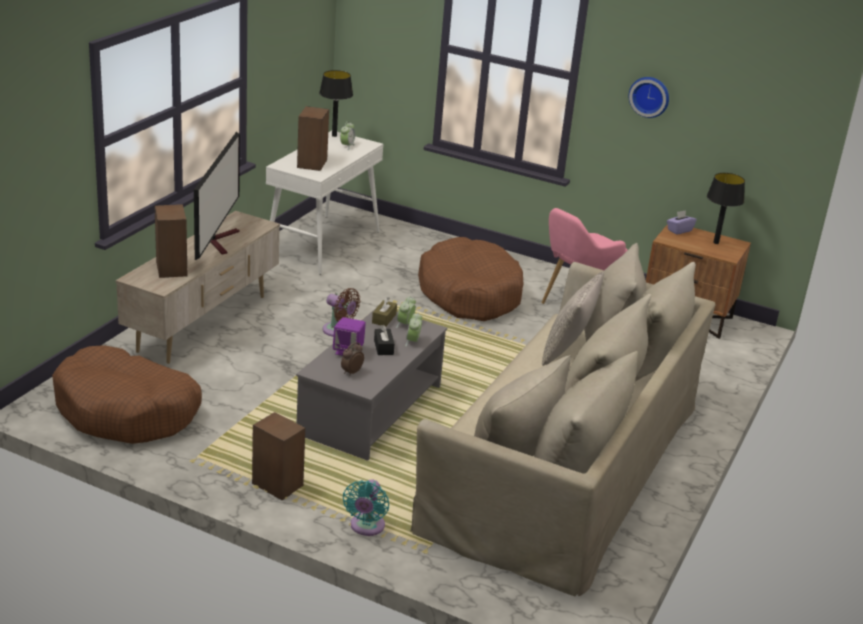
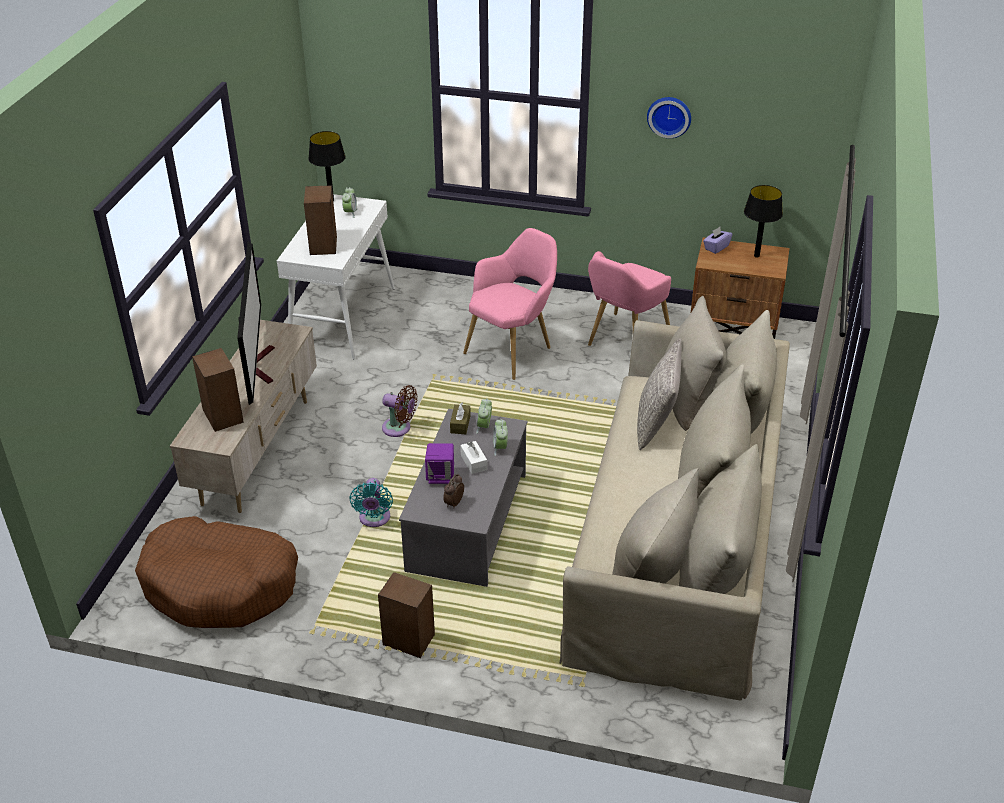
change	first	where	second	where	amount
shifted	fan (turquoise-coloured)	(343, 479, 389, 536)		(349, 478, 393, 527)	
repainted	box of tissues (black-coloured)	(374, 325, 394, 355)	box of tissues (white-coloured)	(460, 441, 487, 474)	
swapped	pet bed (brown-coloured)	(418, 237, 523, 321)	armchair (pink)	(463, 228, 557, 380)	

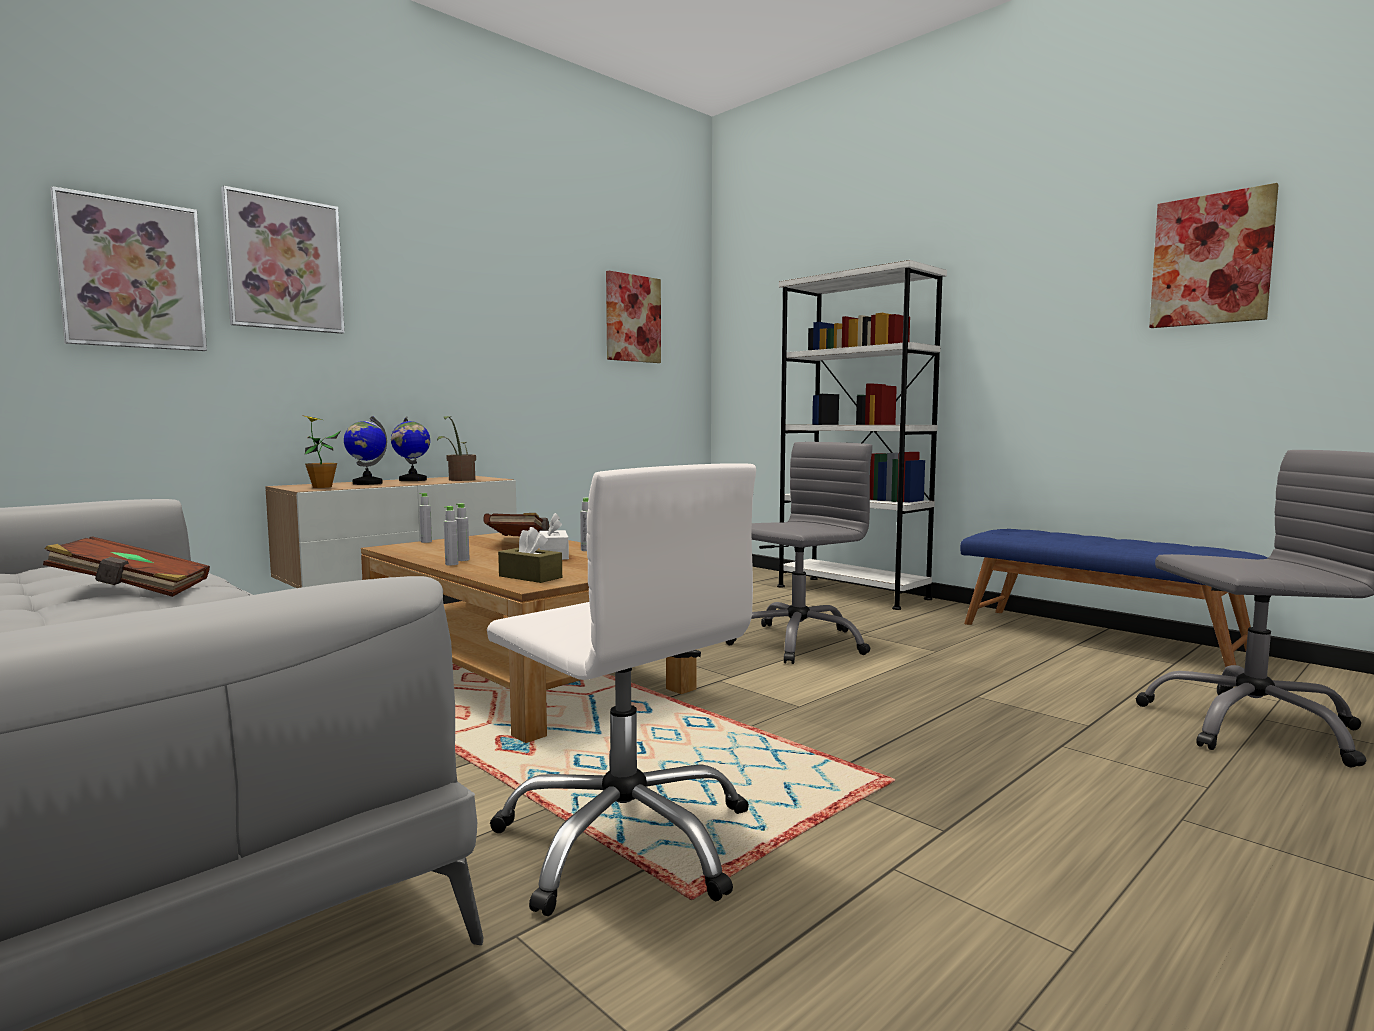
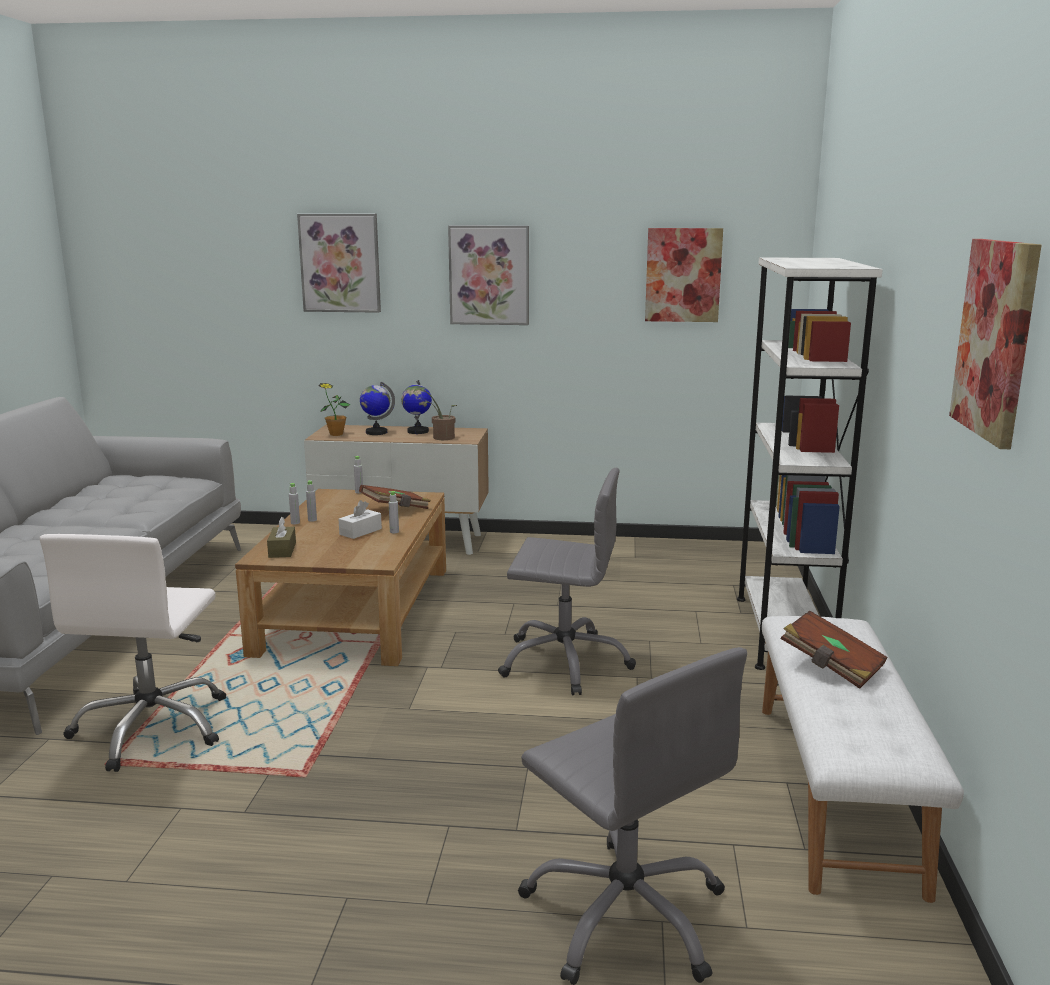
change	first	where	second	where	amount
shifted	picture	(50, 186, 207, 351)		(448, 225, 529, 325)	
repainted	indoor bench (blue)	(960, 529, 1268, 668)	indoor bench (white-coloured)	(762, 616, 964, 903)	
shifted	book (brown-coloured)	(43, 536, 210, 597)		(781, 610, 887, 689)	

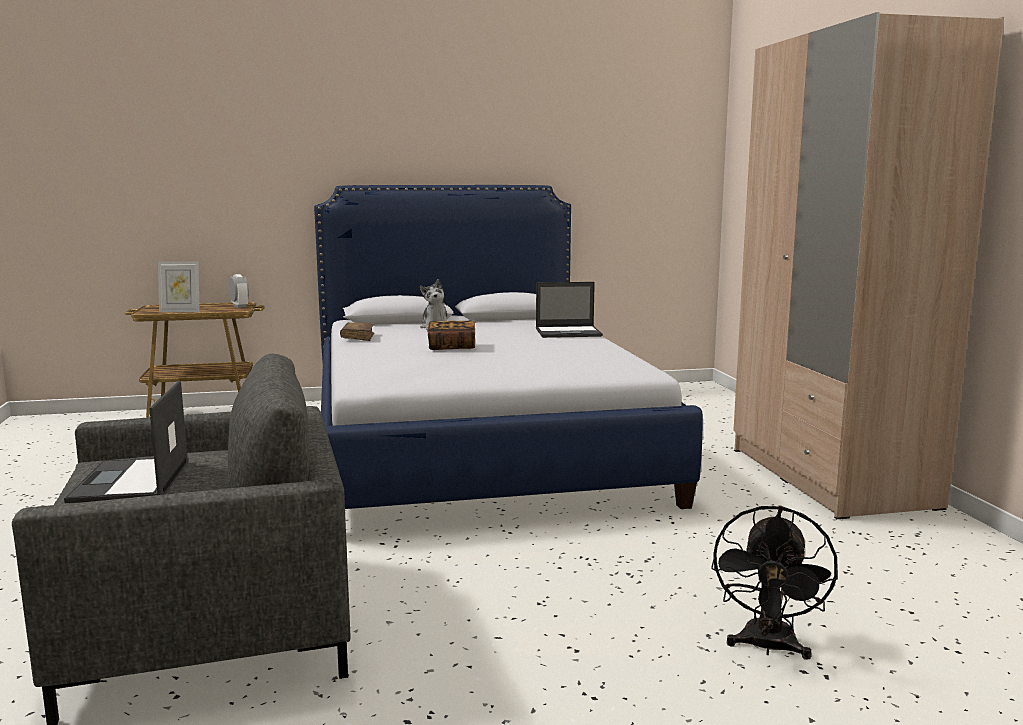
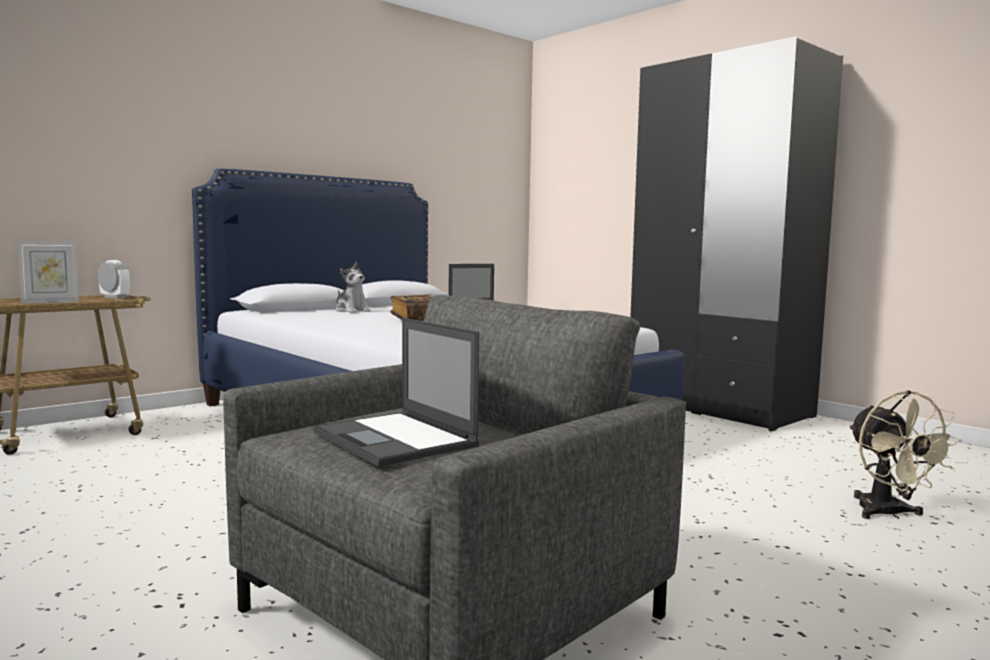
change	first	where	second	where	amount
repainted	clothes cupboard (beige)	(733, 12, 1004, 519)	clothes cupboard (black-coloured)	(631, 36, 843, 432)	
repainted	fan (black-coloured)	(711, 505, 838, 660)	fan (beige)	(849, 390, 962, 519)	
gone	book (brown-coloured)	(340, 322, 375, 341)			

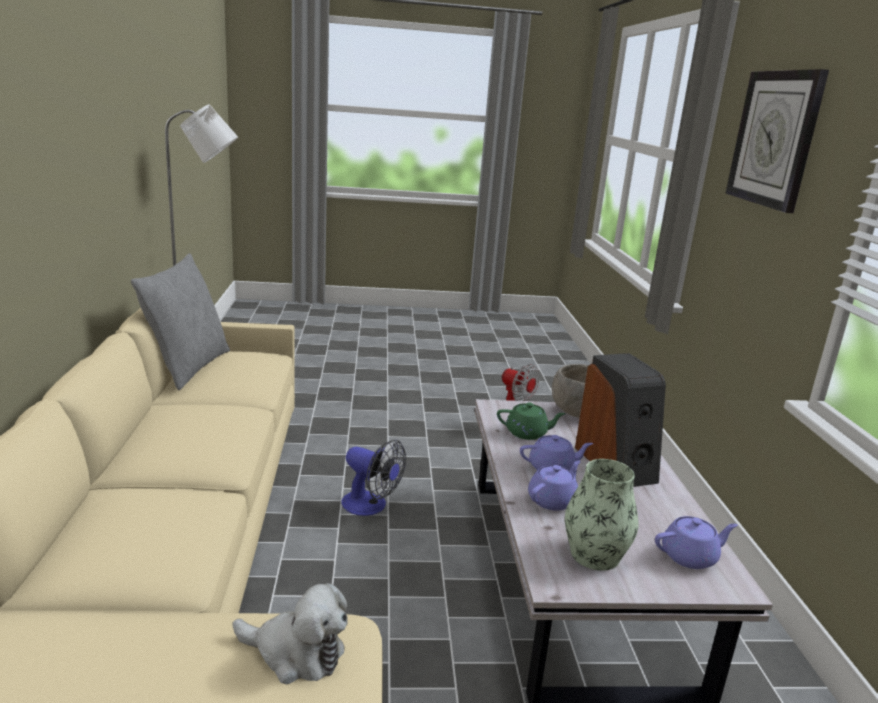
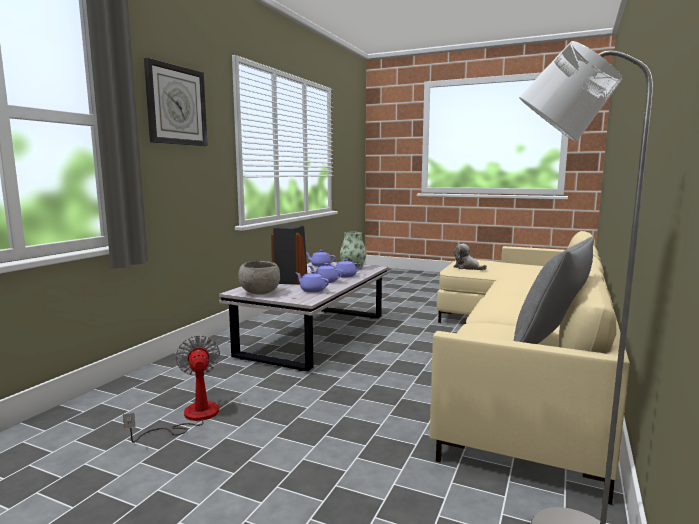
change	first	where	second	where	amount
repainted	pot for tea (green-coloured)	(497, 402, 566, 440)	pot for tea (purple)	(296, 271, 329, 293)	
gone	fan	(341, 440, 406, 516)			

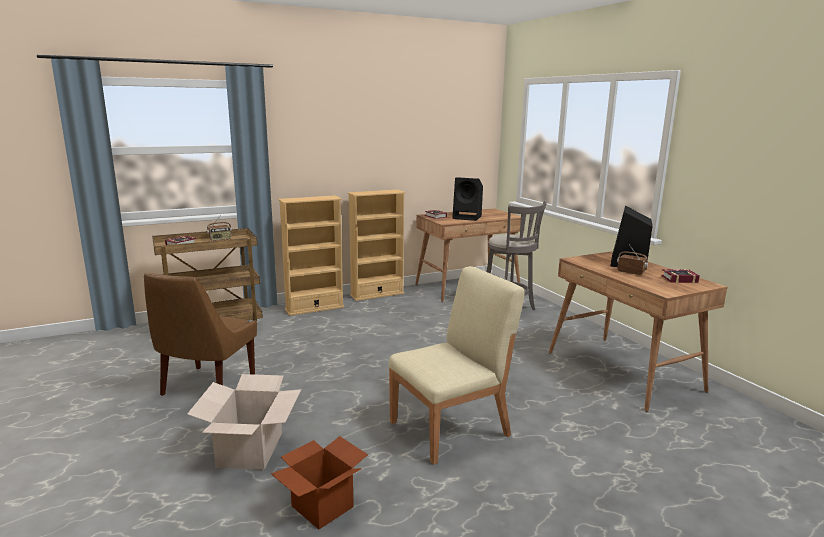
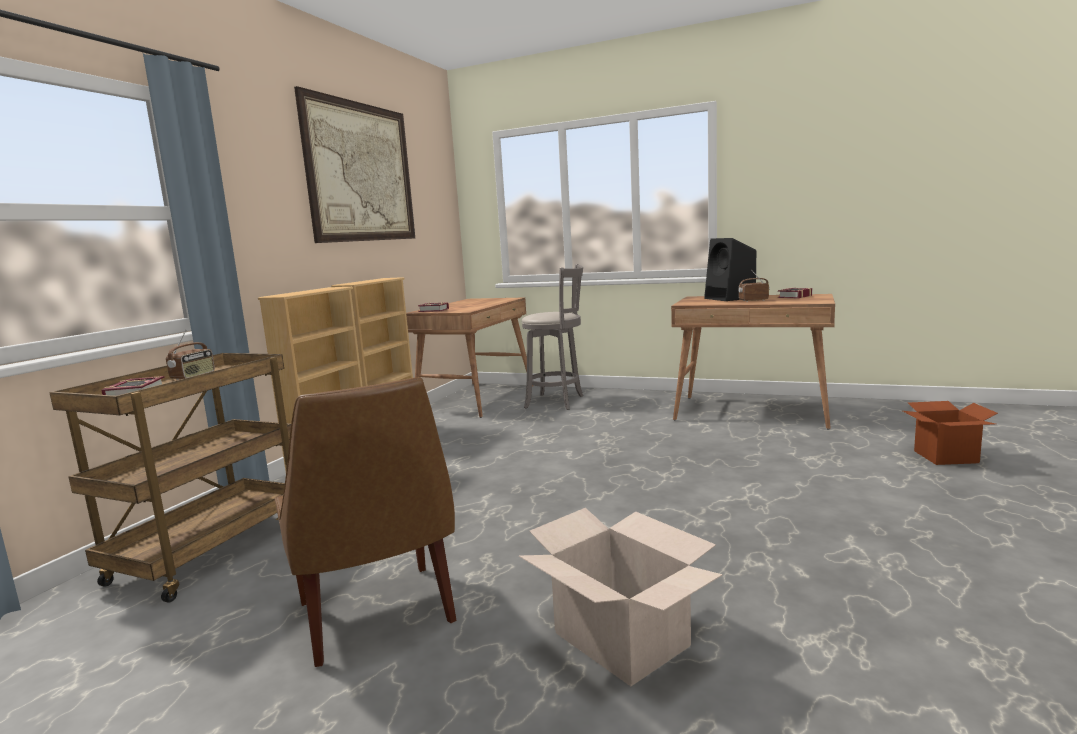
change	first	where	second	where	amount
new			picture	(294, 86, 415, 243)	
shifted	cardboard box	(271, 436, 368, 529)		(903, 401, 998, 465)	
gone	plain chair (beige)	(388, 266, 525, 465)			
gone	audio speaker (black-coloured)	(452, 177, 483, 221)			

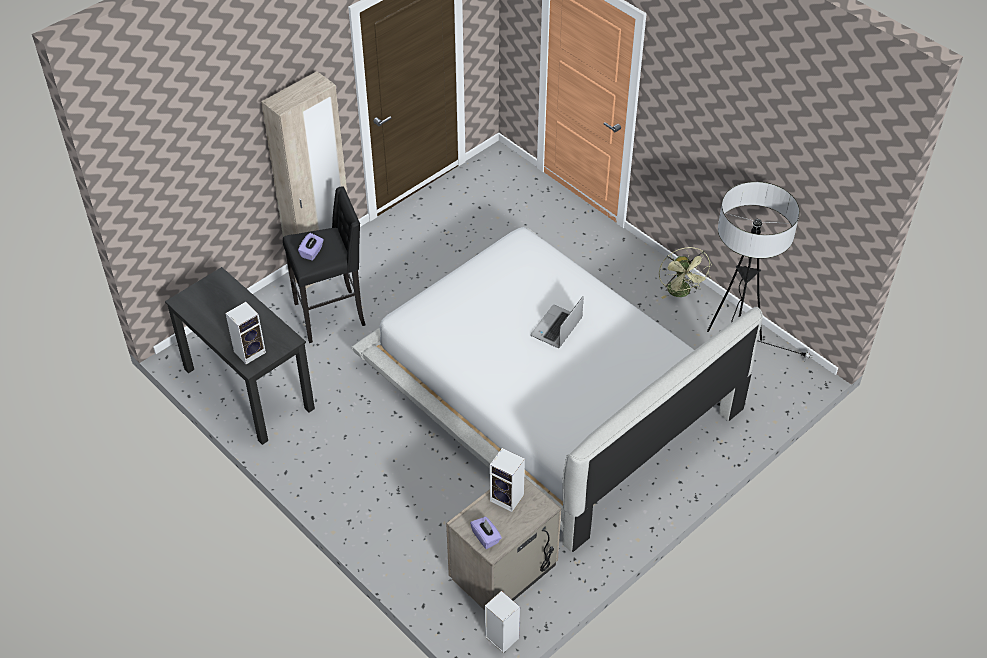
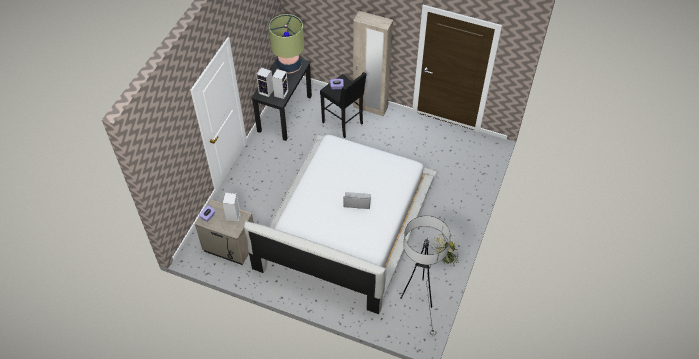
change	first	where	second	where	amount
new			table lamp	(269, 14, 304, 73)	
shifted	audio speaker	(485, 591, 520, 653)		(272, 69, 288, 99)	

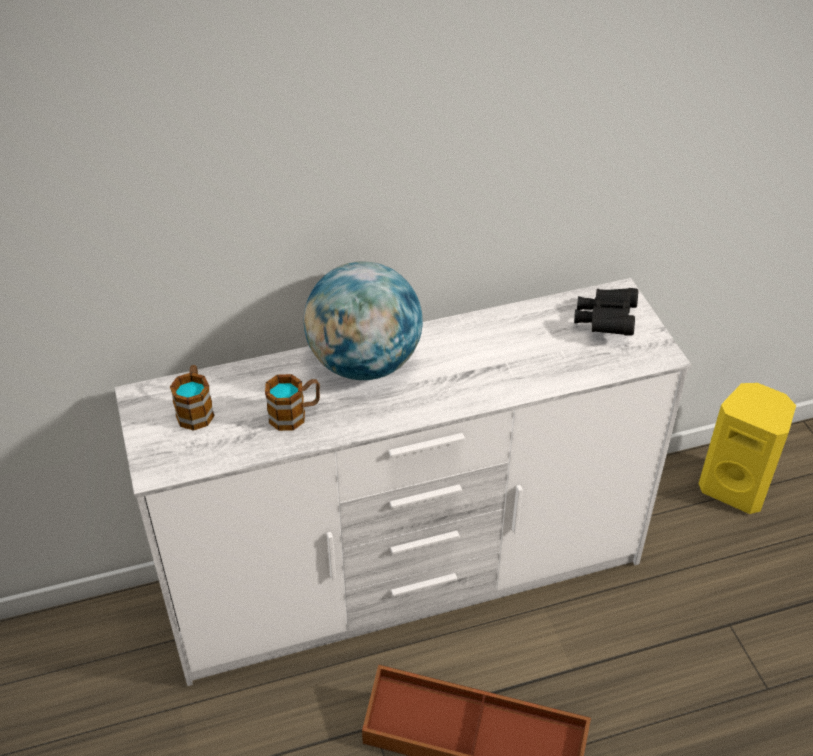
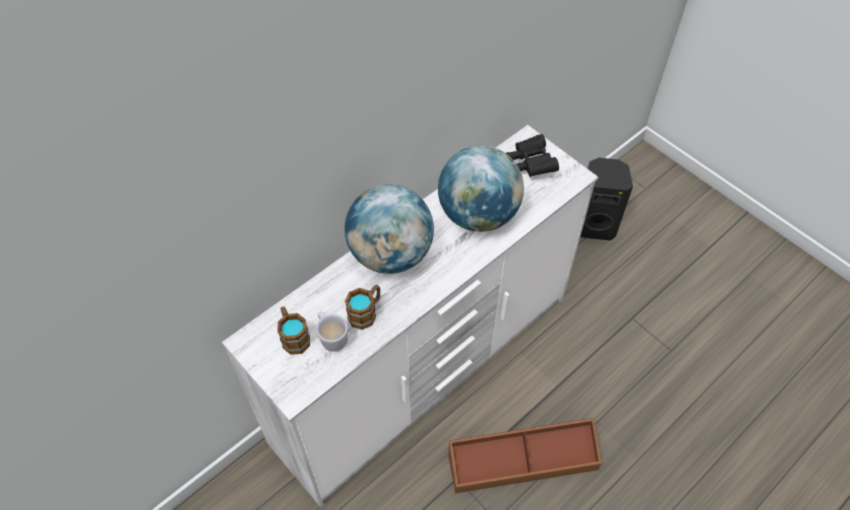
change	first	where	second	where	amount
new			tea mug (white-coloured)	(316, 311, 348, 352)	
new			world globe	(438, 146, 524, 232)	
repainted	audio speaker (yellow-coloured)	(698, 383, 796, 514)	audio speaker (black-coloured)	(580, 158, 633, 241)	

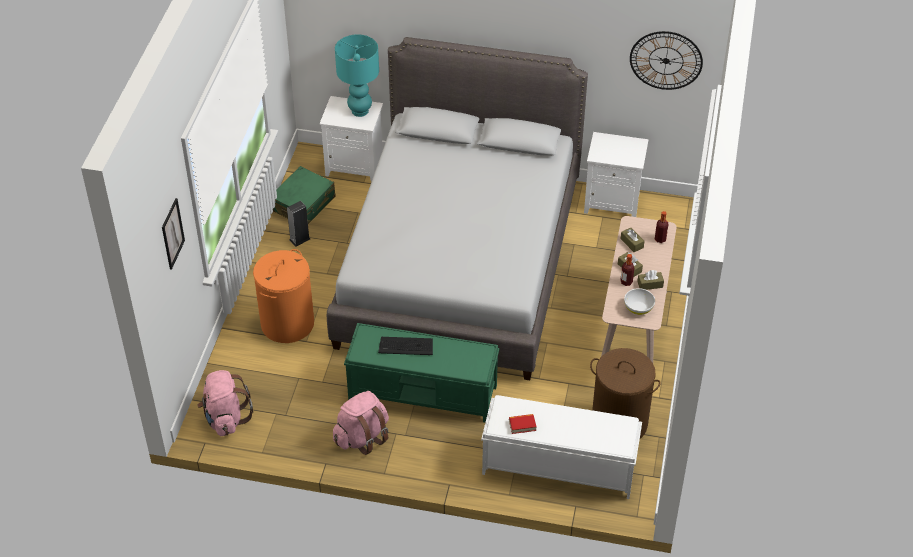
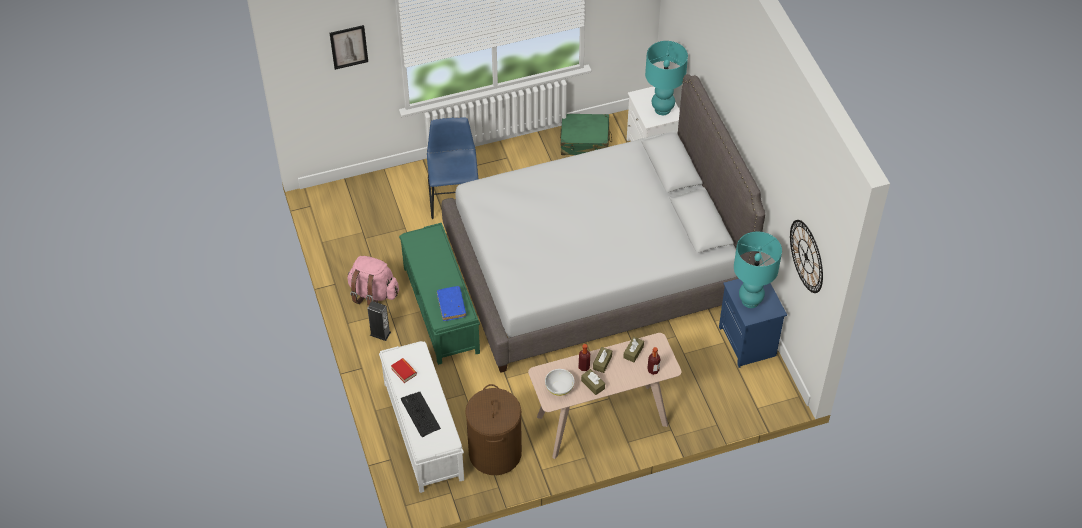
change	first	where	second	where	amount
shifted	audio speaker	(287, 201, 310, 247)		(367, 301, 391, 341)	
shifted	computer keyboard	(378, 337, 433, 355)		(401, 392, 441, 437)	
swapped	laundry basket (orange)	(253, 249, 314, 343)	plain chair (blue)	(427, 117, 478, 219)	
new			book (blue)	(437, 286, 467, 321)	
repainted	bedside table (white-coloured)	(584, 132, 649, 217)	bedside table (blue)	(719, 279, 787, 368)	
new			table lamp (turquoise-coloured)	(734, 231, 782, 308)	
gone	knapsack (pink)	(197, 370, 253, 436)			

